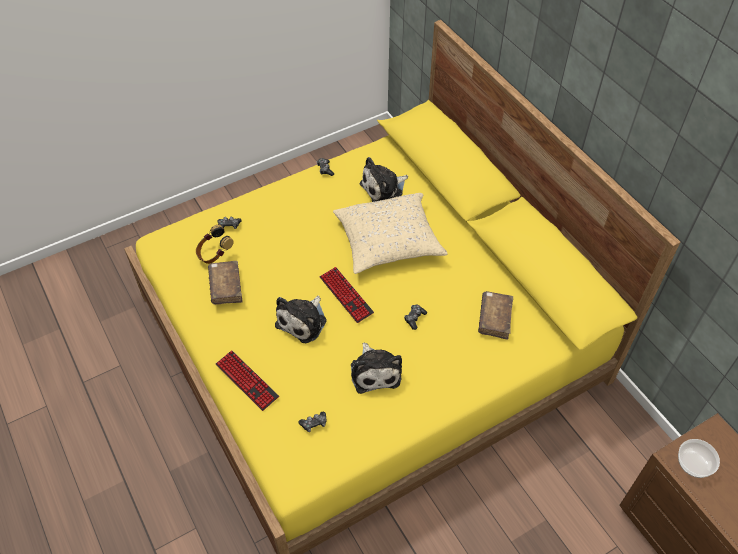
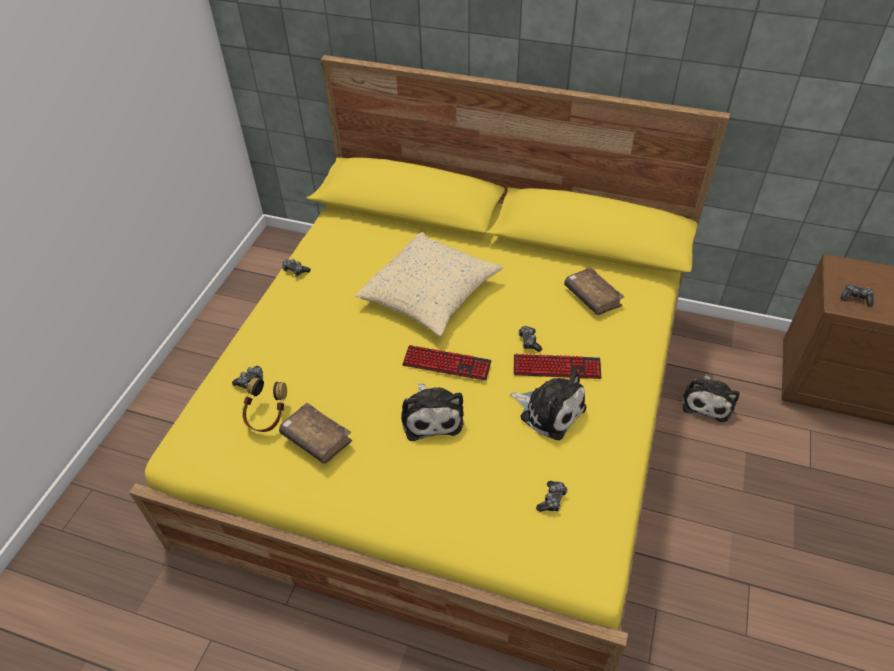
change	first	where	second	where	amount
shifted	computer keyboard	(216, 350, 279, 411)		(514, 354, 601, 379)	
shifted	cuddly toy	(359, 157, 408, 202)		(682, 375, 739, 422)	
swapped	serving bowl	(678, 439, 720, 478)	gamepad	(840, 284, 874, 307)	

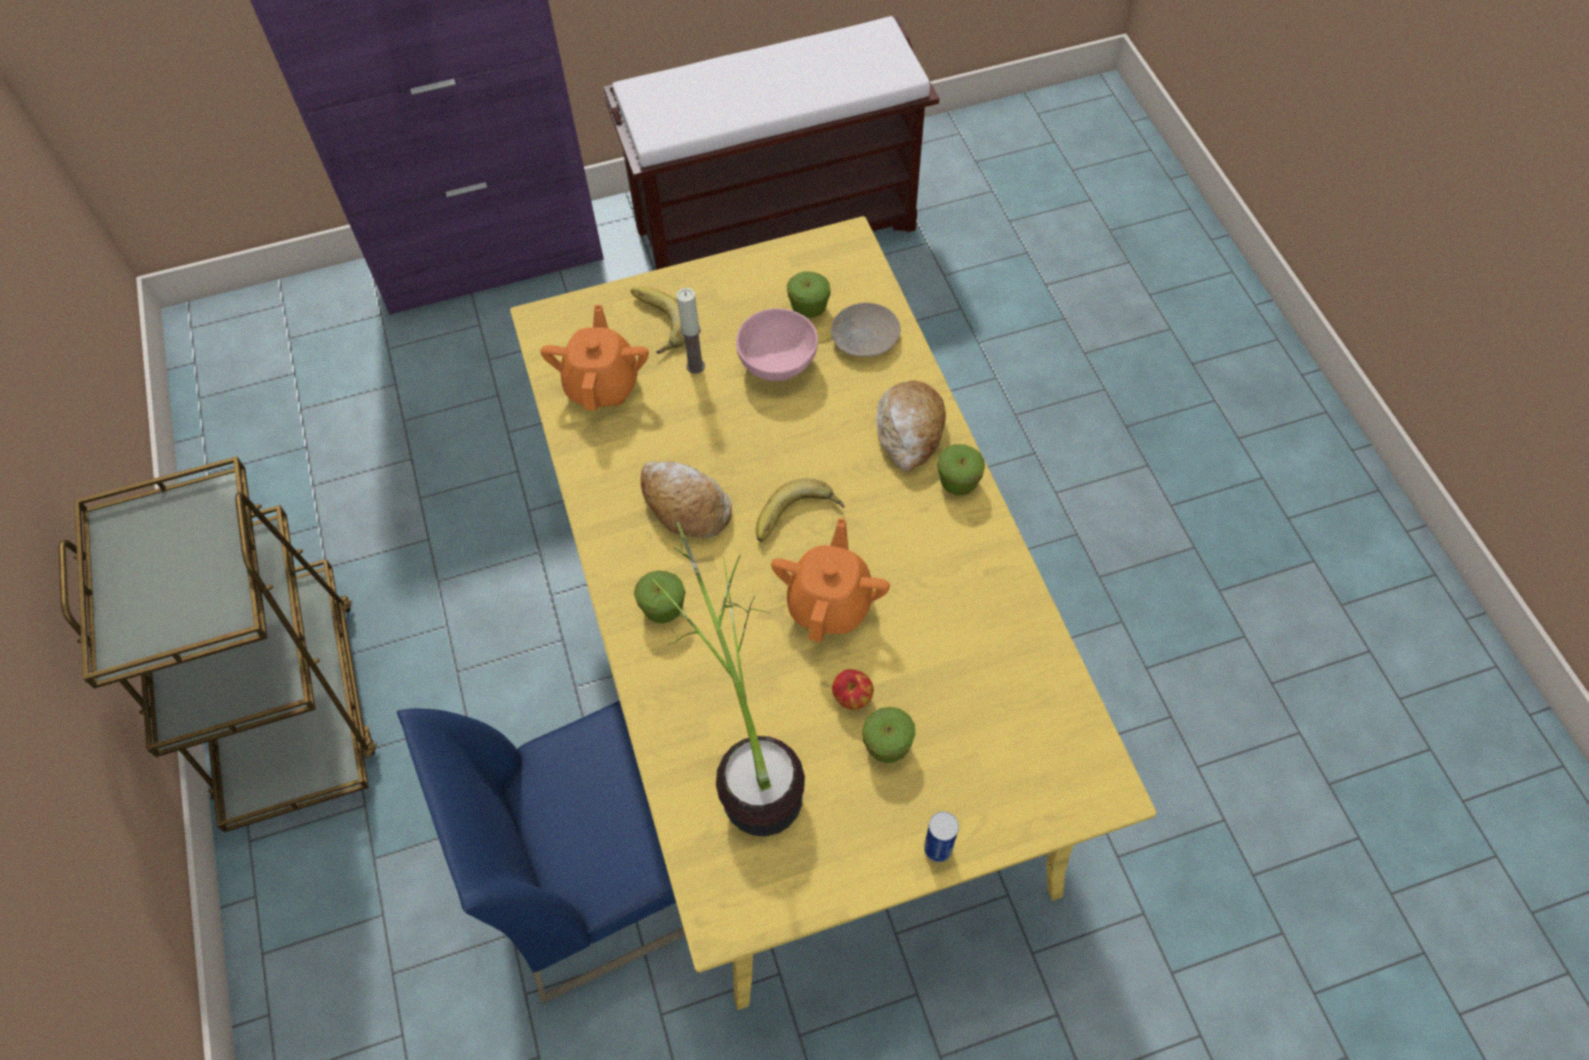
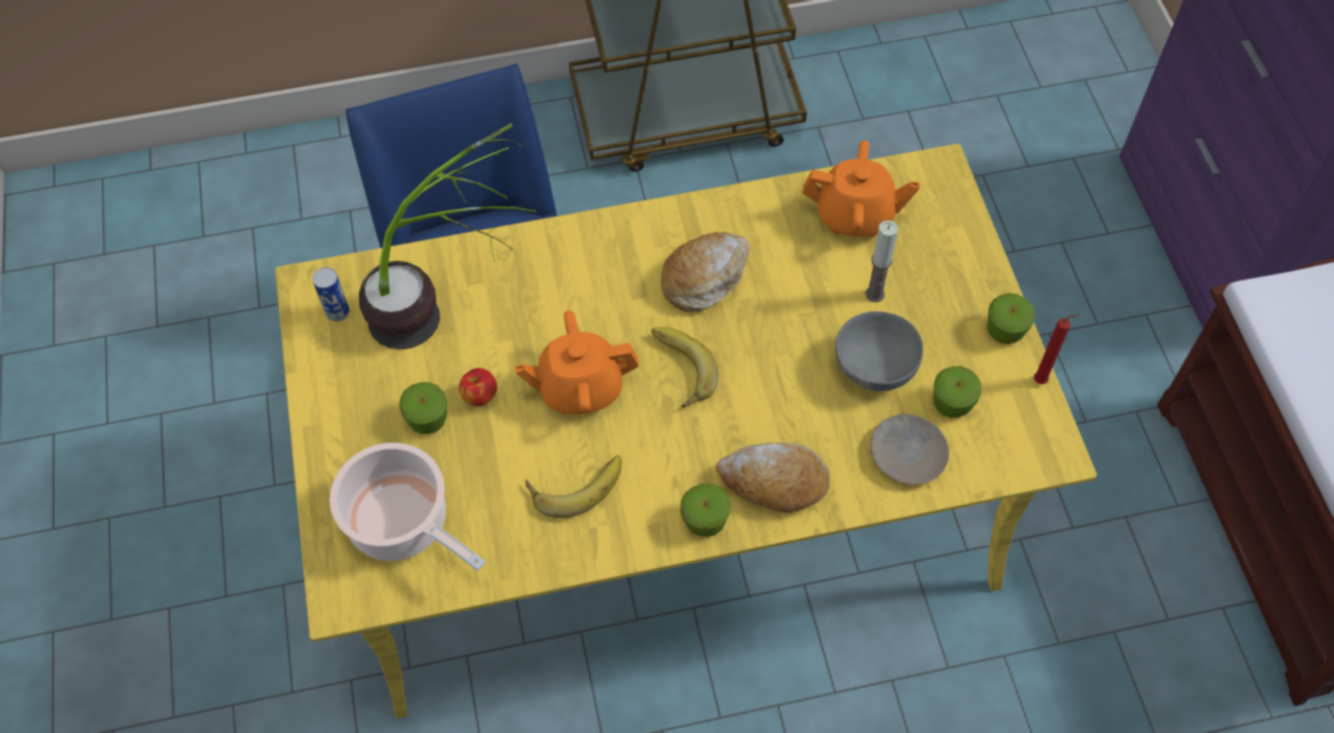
change	first	where	second	where	amount
shifted	metal can	(924, 812, 959, 862)		(312, 267, 349, 321)	
new			stockpot	(329, 443, 486, 571)	
rotated	pot for tea (orange)	(771, 518, 890, 642)		(515, 310, 639, 414)	150 degrees clockwise
shifted	banana	(631, 287, 685, 354)		(526, 455, 622, 518)	
repainted	serving bowl (pink)	(736, 308, 818, 381)	serving bowl (grey)	(835, 311, 923, 391)	
shifted	apple fruit	(634, 571, 685, 623)		(987, 293, 1035, 344)	
new			wax candle (red)	(1034, 314, 1080, 384)	

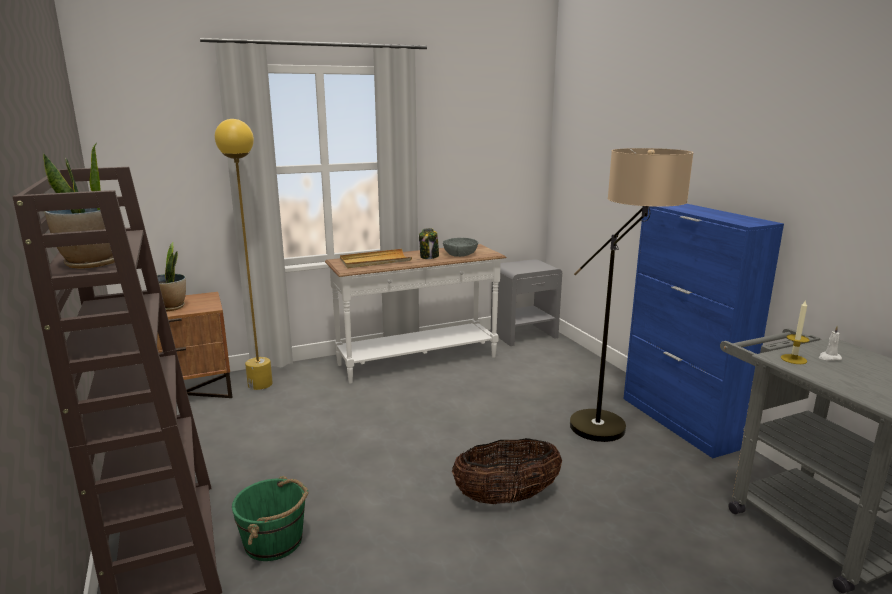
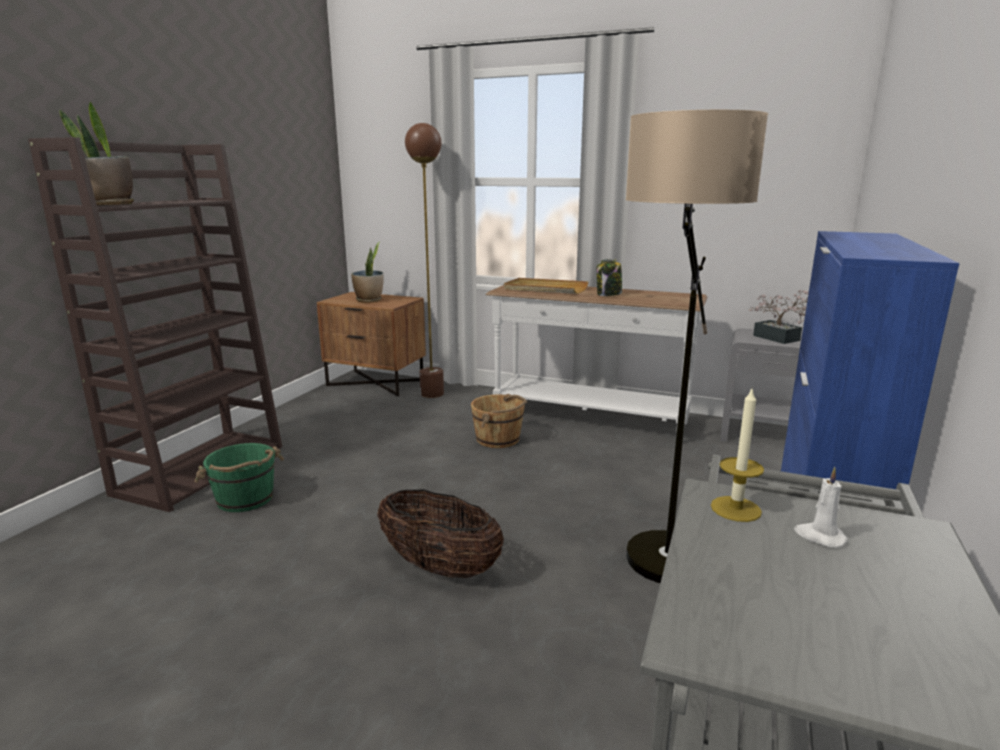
change	first	where	second	where	amount
repainted	floor lamp (yellow-coloured)	(215, 119, 273, 390)	floor lamp (brown-coloured)	(405, 123, 444, 398)	
new			water bucket (brown-coloured)	(471, 394, 527, 448)	
new			potted plant	(749, 290, 809, 344)	
gone	serving bowl (grey)	(443, 238, 478, 257)			

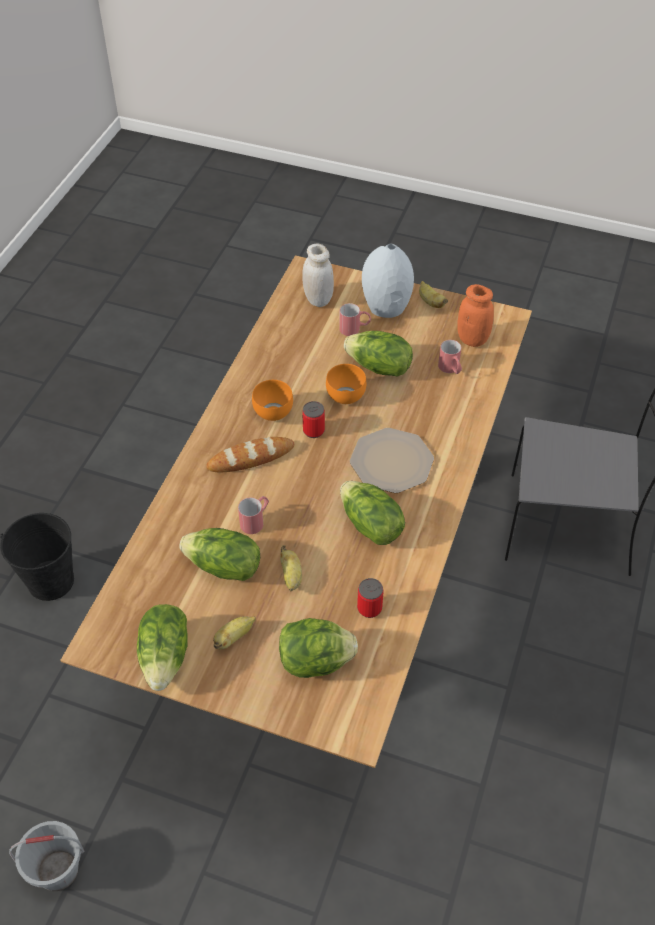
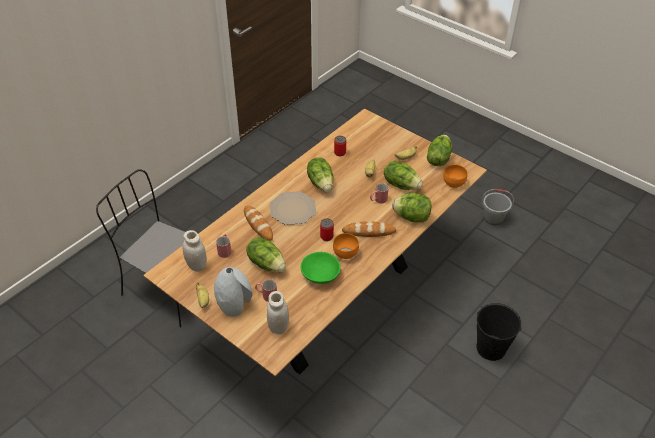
change	first	where	second	where	amount
repainted	preserve jar (orange)	(457, 284, 494, 347)	preserve jar (white-coloured)	(183, 230, 207, 272)	
new			bakery bread	(244, 206, 273, 241)	
new			serving bowl (green-coloured)	(301, 252, 341, 284)	
shifted	head of lettuce	(279, 618, 358, 678)		(392, 193, 432, 222)	
shifted	serving bowl (orange)	(326, 364, 366, 404)		(443, 164, 467, 188)	

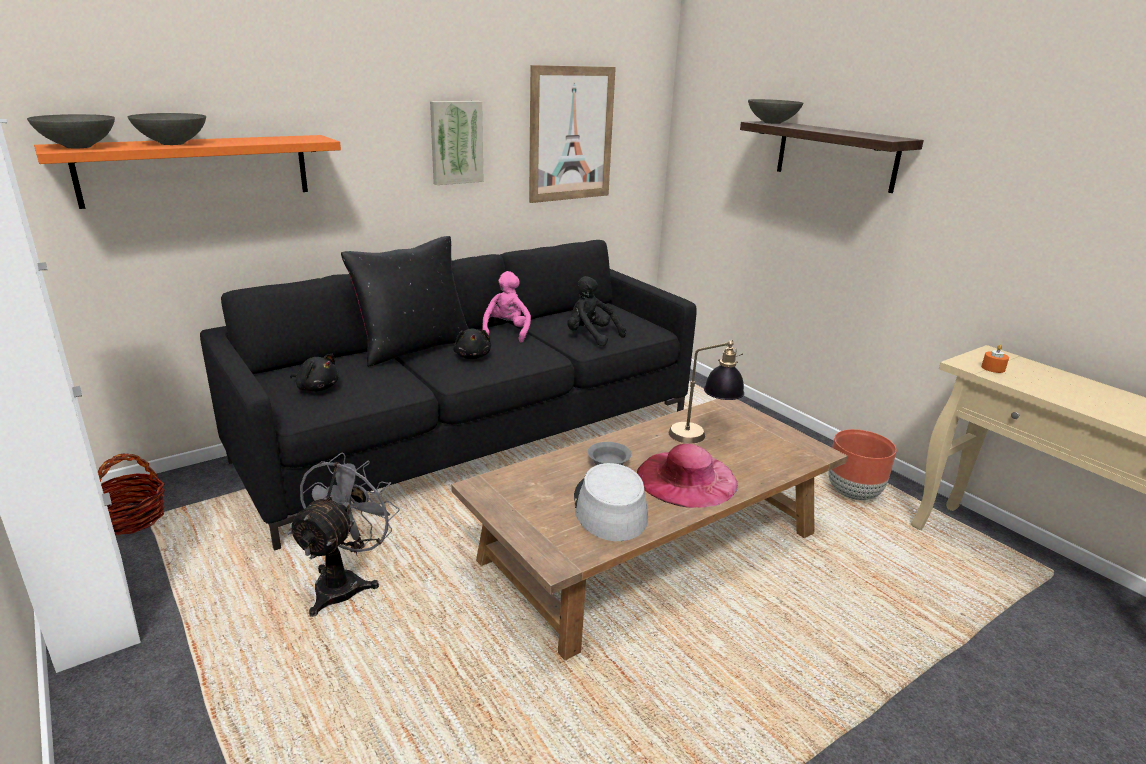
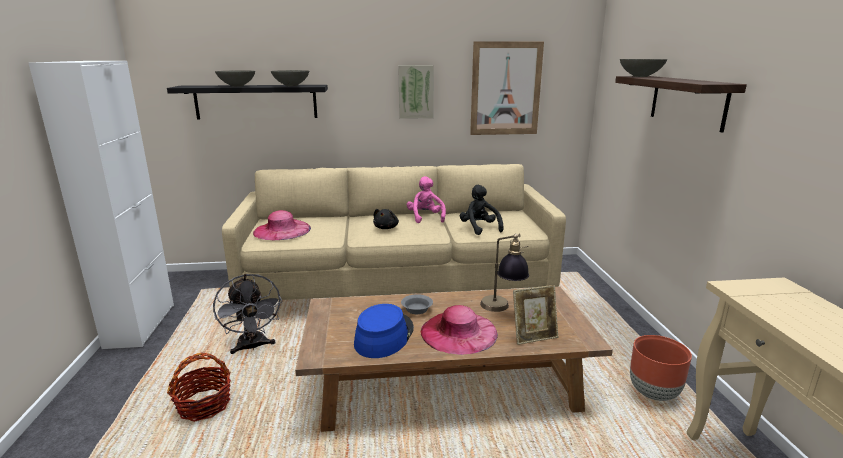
change	first	where	second	where	amount
repainted	bracket shelf (orange)	(34, 135, 341, 209)	bracket shelf (black-coloured)	(167, 85, 328, 120)	
shifted	basket	(98, 453, 165, 535)		(167, 353, 231, 422)	
rotated	fan (grey)	(287, 452, 400, 617)		(213, 274, 282, 354)	105 degrees clockwise
repainted	sofa (black-coloured)	(200, 240, 697, 550)	sofa (beige)	(222, 164, 566, 320)	
swapped	cuddly toy (black-coloured)	(290, 354, 339, 391)	hat (pink)	(253, 210, 311, 240)	
shifted	serving bowl (grey)	(27, 114, 115, 148)		(271, 70, 309, 86)	
repainted	hat (grey)	(574, 463, 648, 541)	hat (blue)	(354, 304, 414, 358)	
rotated	cuddly toy (pink)	(482, 271, 531, 343)		(407, 176, 446, 223)	45 degrees counterclockwise
new			picture frame	(513, 285, 558, 345)	
gone	throw pillow (black-coloured)	(341, 236, 469, 367)			
gone	wax candle (orange)	(981, 345, 1009, 373)			

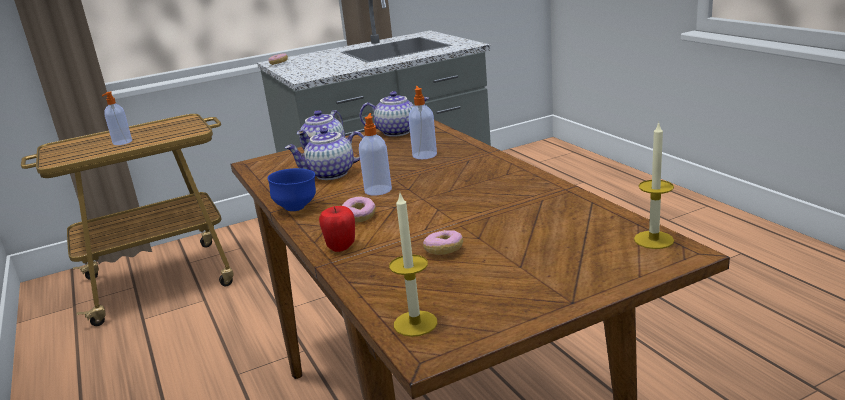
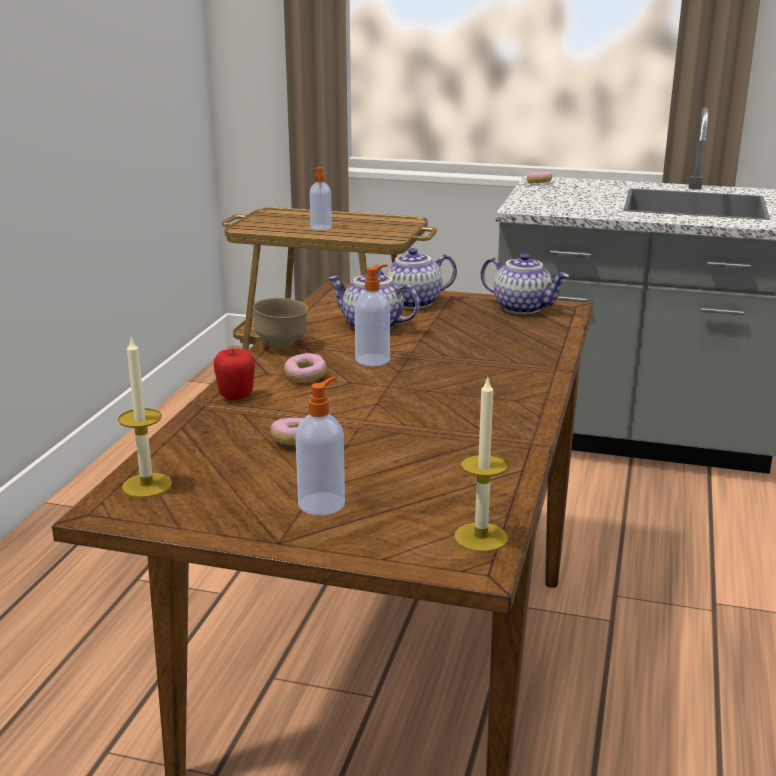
change	first	where	second	where	amount
repainted	serving bowl (blue)	(267, 168, 316, 211)	serving bowl (brown-coloured)	(253, 298, 308, 349)	
shifted	liquid soap bottle	(409, 86, 437, 159)		(296, 377, 345, 515)	

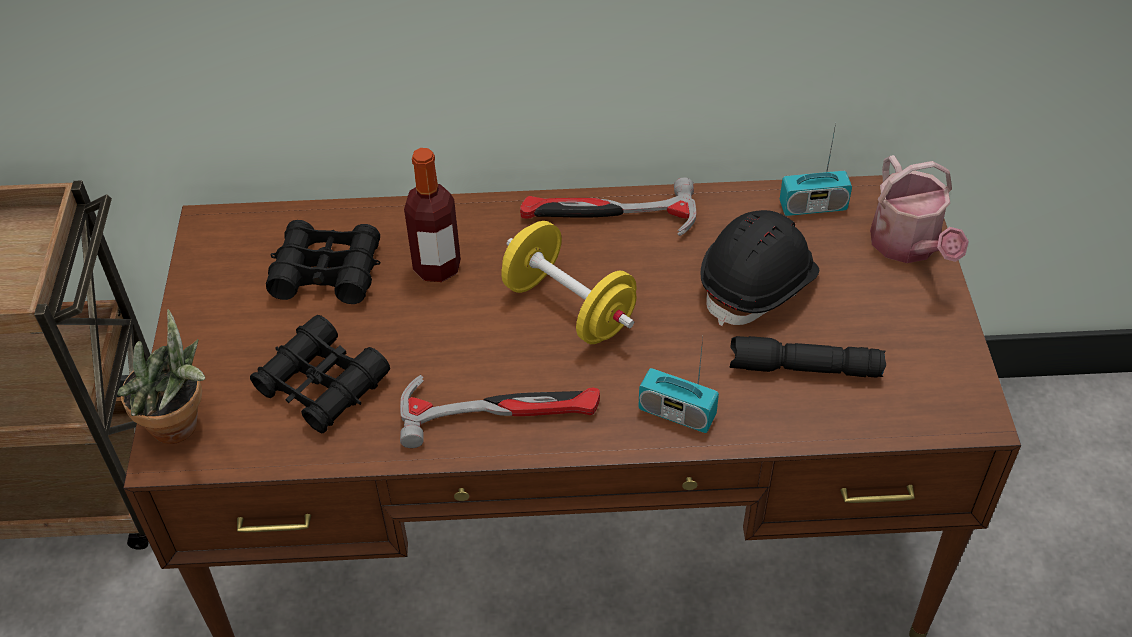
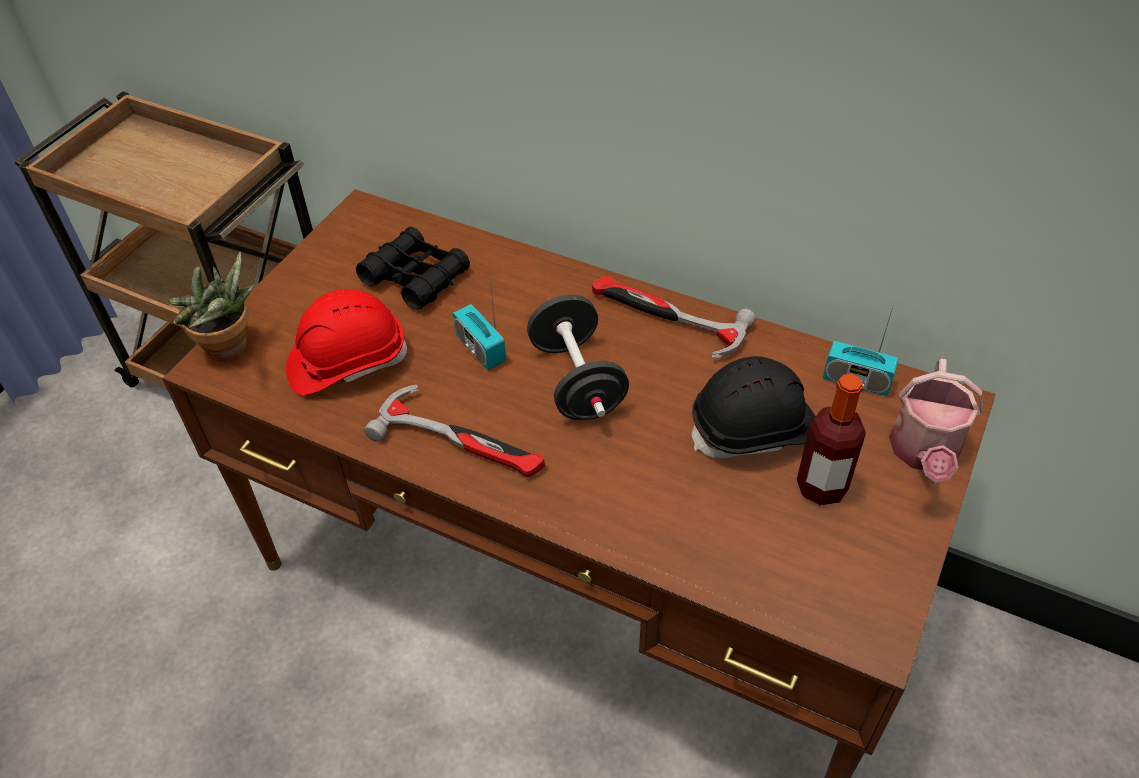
change	first	where	second	where	amount
swapped	binoculars (black-coloured)	(250, 315, 390, 433)	hard hat (red)	(286, 289, 407, 395)	
shifted	radio receiver	(638, 338, 719, 433)		(453, 283, 506, 370)	
repainted	hand weight (yellow-coloured)	(501, 221, 637, 344)	hand weight (black-coloured)	(527, 295, 629, 420)	
shifted	beverage bottle	(404, 148, 461, 282)		(797, 374, 866, 505)	
gone	flashlight (black-coloured)	(730, 336, 886, 378)			

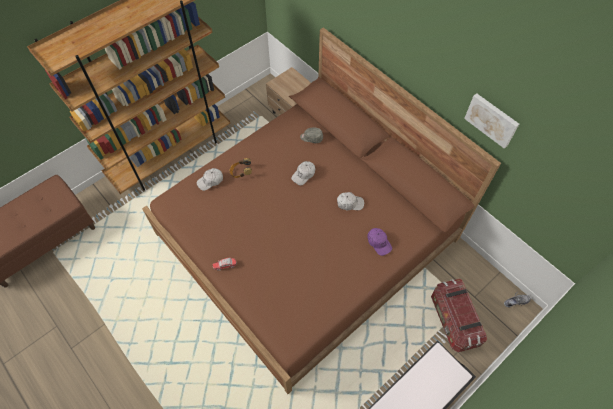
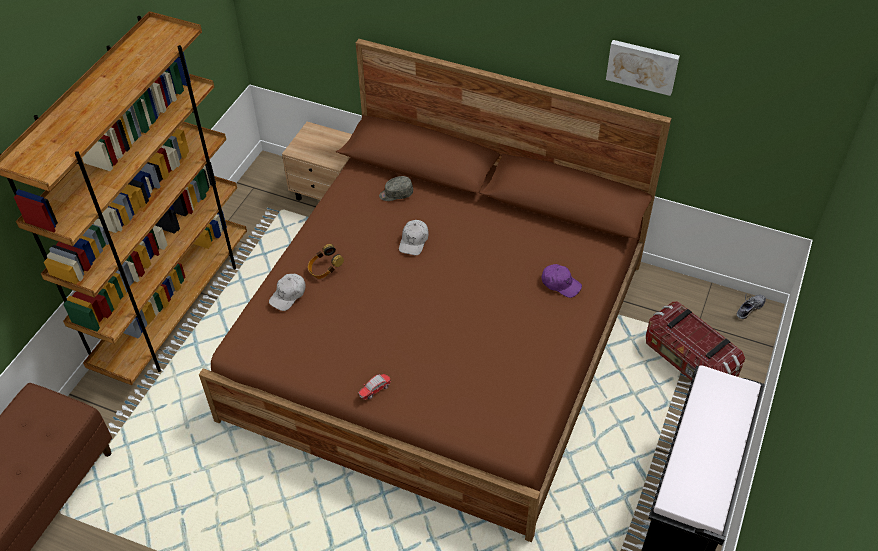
change	first	where	second	where	amount
gone	peaked cap (white-coloured)	(337, 192, 364, 211)			

